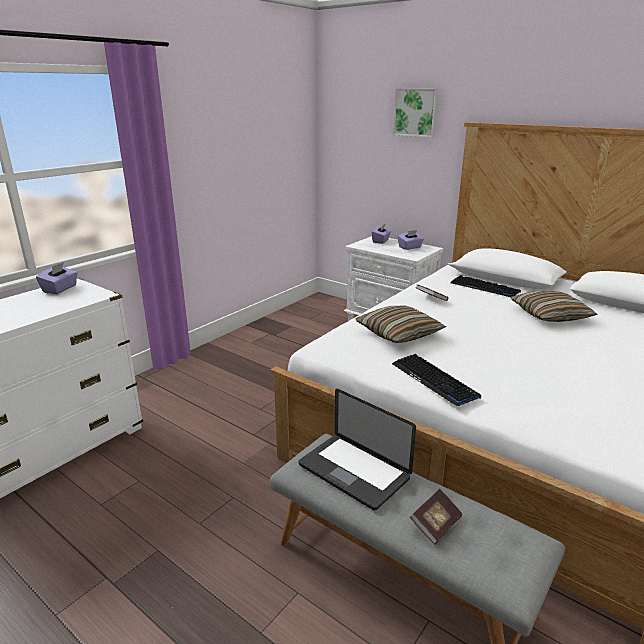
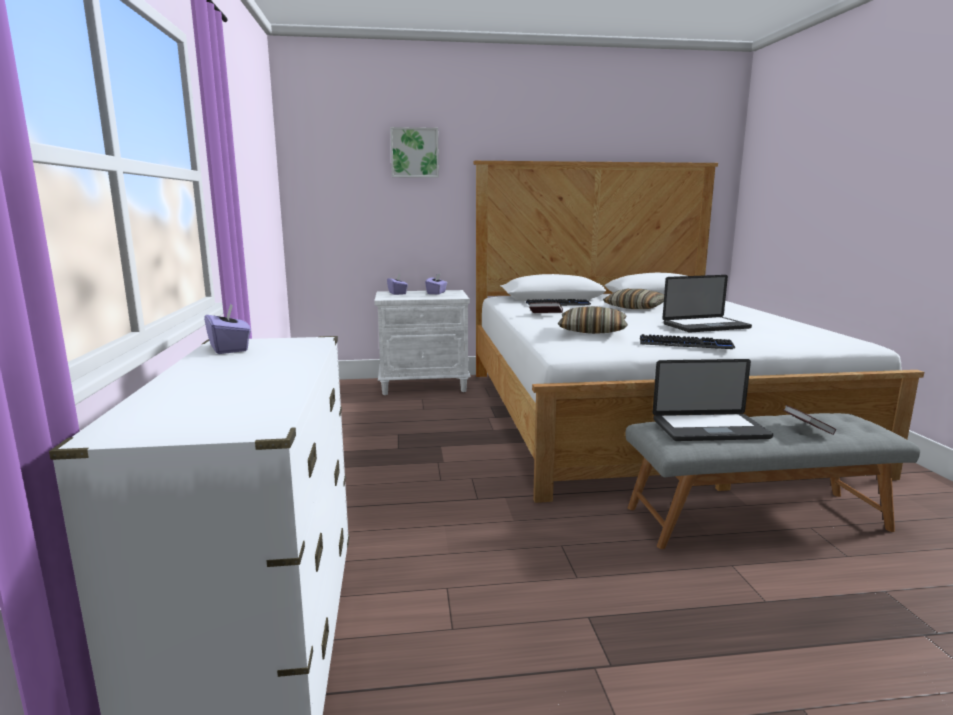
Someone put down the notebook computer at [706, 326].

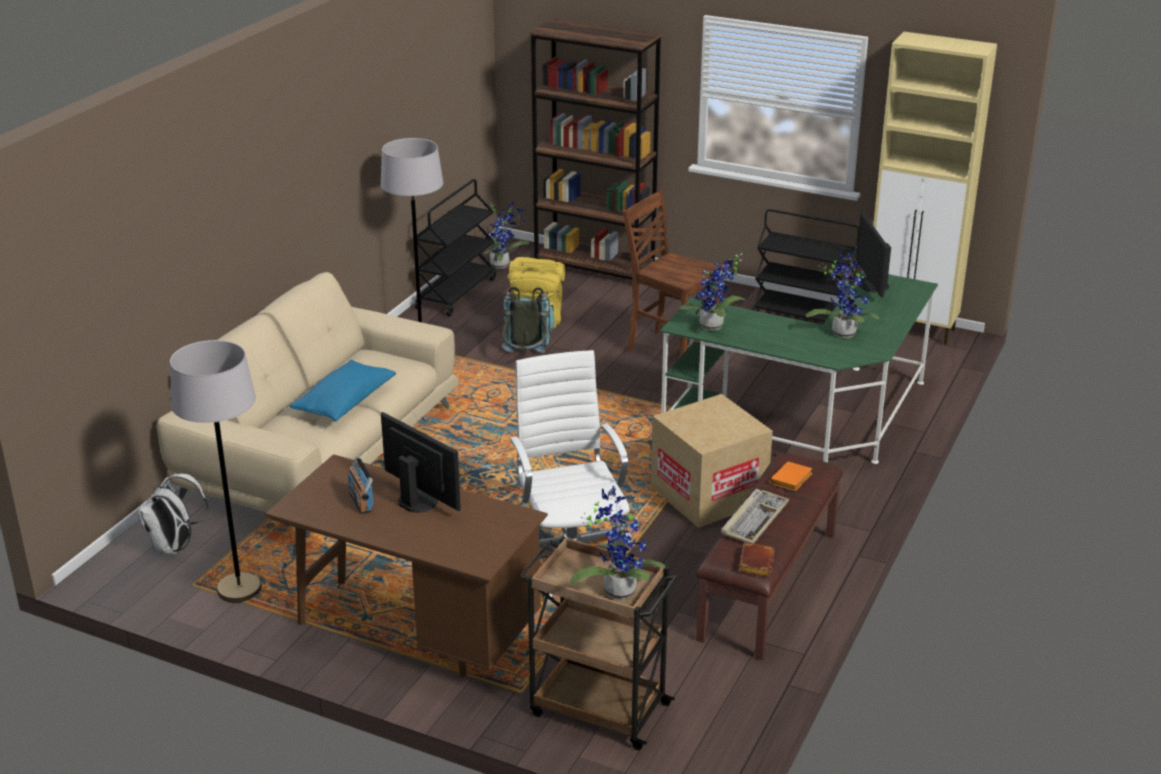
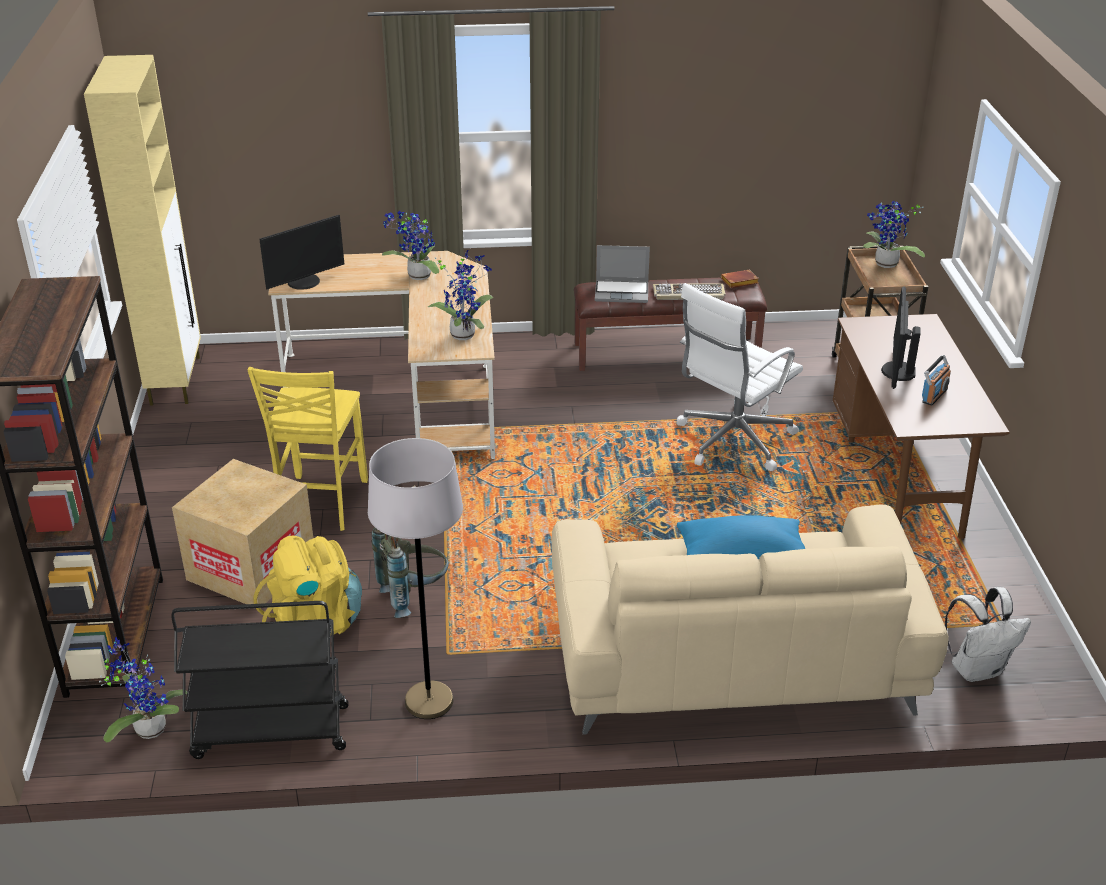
Someone carried the carton from [708, 494] to [251, 568]. Someone repainted the brown chair at [669, 350], which became the yellow-coloured chair at [320, 504]. Someone repainted the green desk table at [810, 423], which became the beige-coloured desk table at [410, 390]. Someone swapped the orange-coloured volume at [791, 481] for the notebook computer at [622, 292]. Someone took away the gray standard lamp at [239, 589]. Someone took away the blackish wheeled cart at [804, 318].

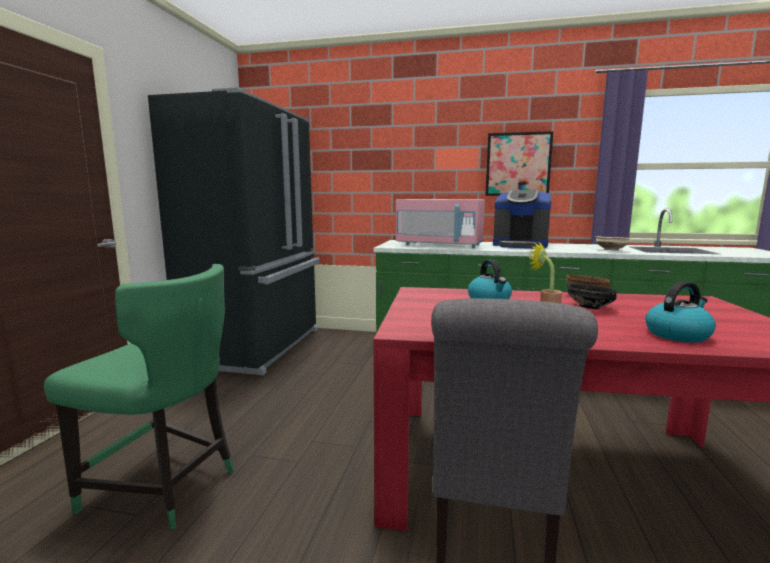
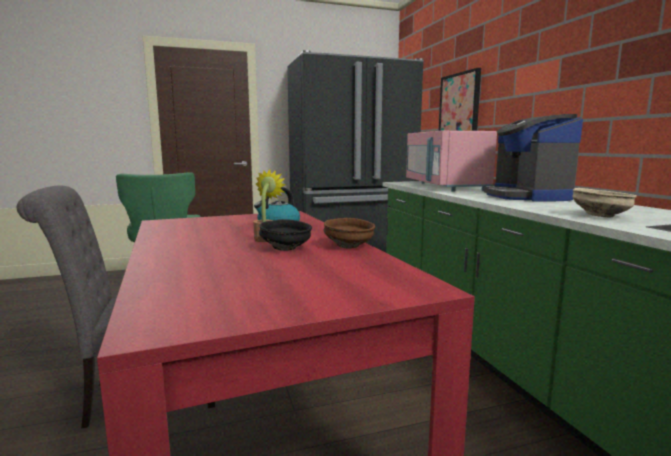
Someone carried the wall picture from [518, 164] to [459, 105]. Someone took away the tea kettle at [677, 334].

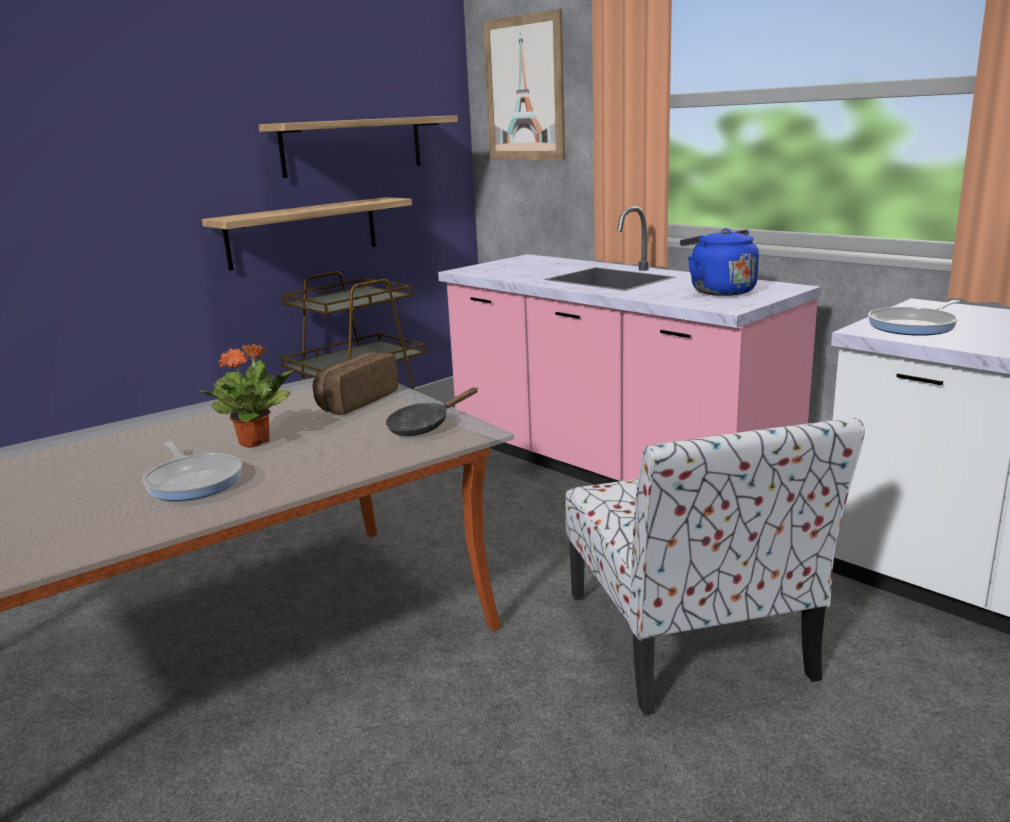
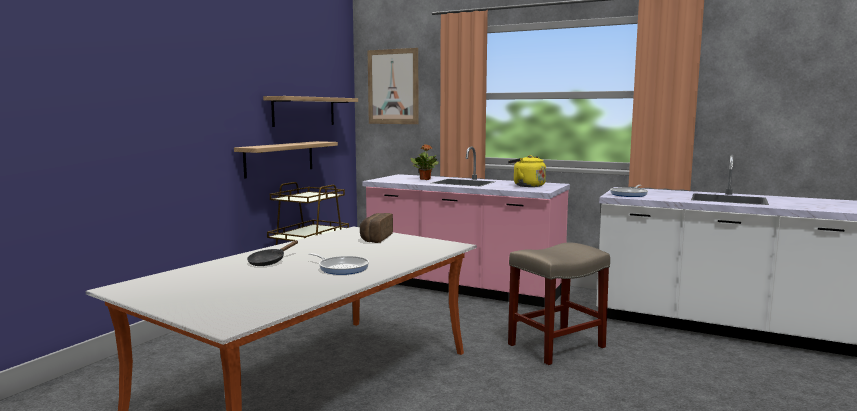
Someone carried the blackish pan from [424, 426] to [269, 262]. Someone carried the plant in a pot from [255, 441] to [425, 179]. Someone repainted the blue-coloured tea kettle at [719, 291], which became the yellow-coloured tea kettle at [527, 186]. Someone swapped the chair at [689, 638] for the beige-coloured stool seat at [555, 346].

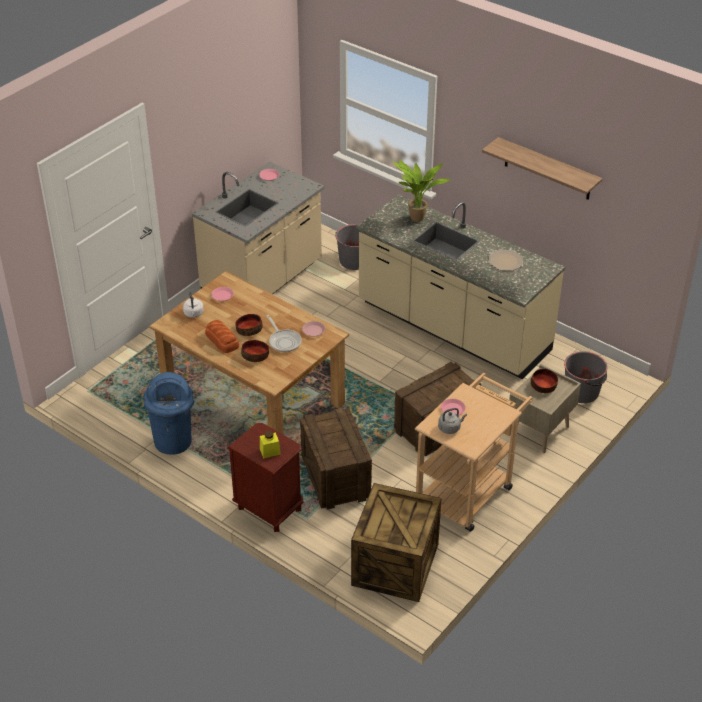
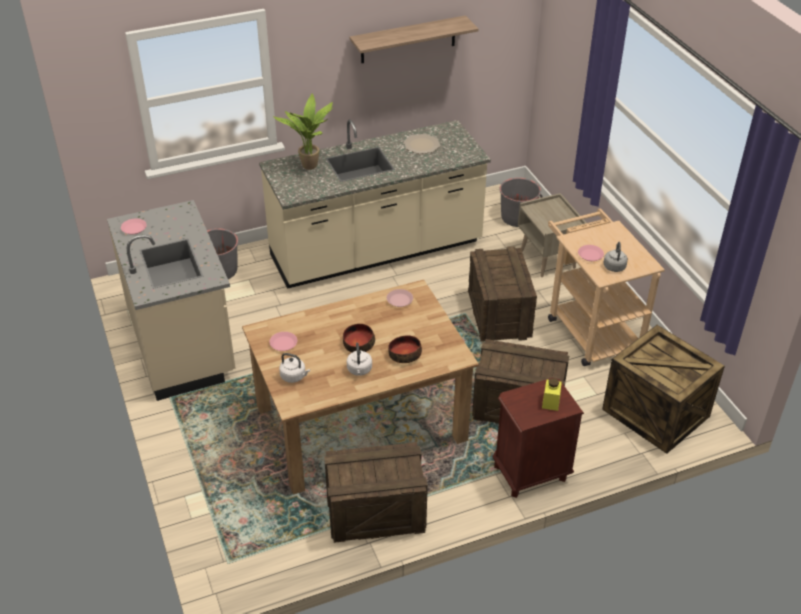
Someone swapped the blue-coloured rubbish bin at [174, 441] for the shipping crate at [376, 513]. Someone swapped the baked bread at [222, 340] for the whitish tea kettle at [359, 370]. Someone took away the pan at [284, 341]. Someone took away the deep dish at [543, 386].

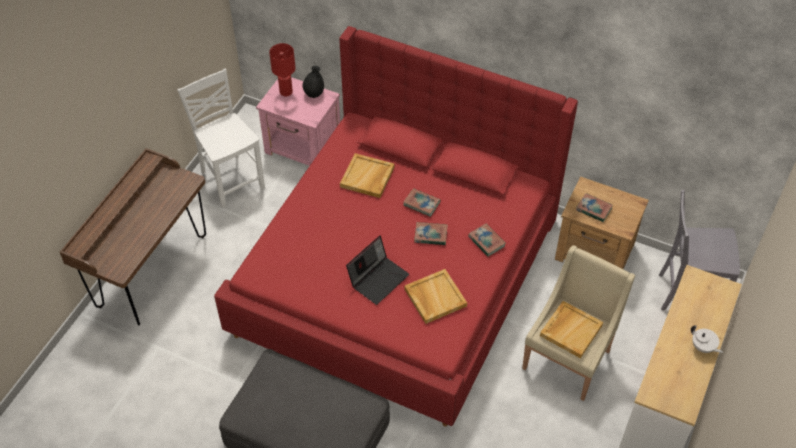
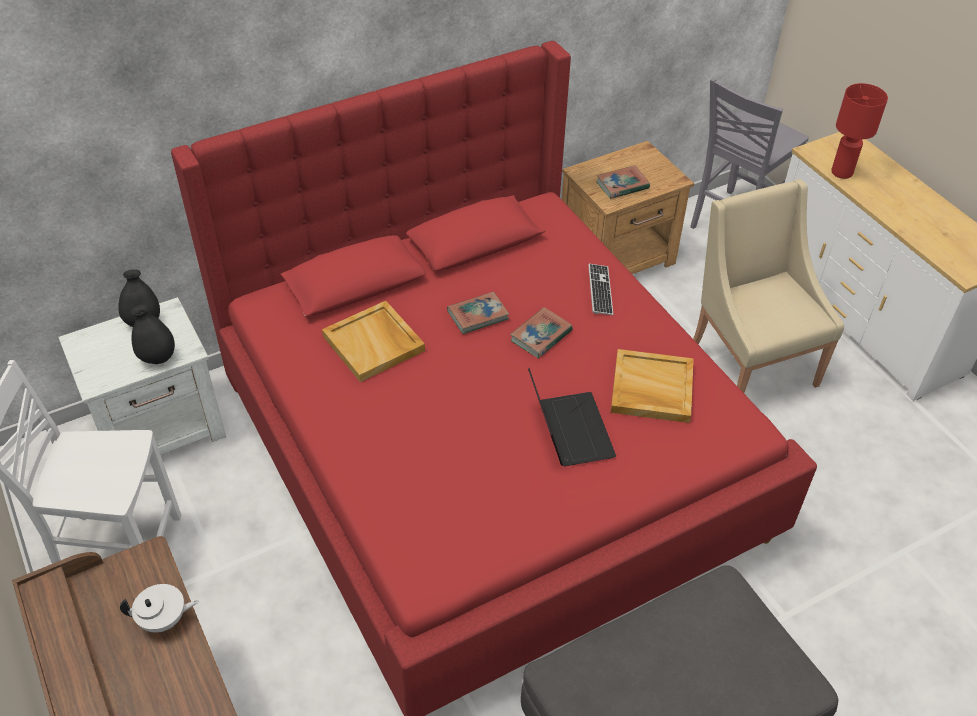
Someone repainted the pink-coloured bedside table at [303, 147], which became the whitish bedside table at [161, 427]. Someone carried the whitish pot for tea from [703, 347] to [164, 620]. Someone put down the blackish flower vase at [157, 357]. Someone swapped the volume at [486, 241] for the computer keyboard at [600, 290]. Someone carried the red table lamp from [286, 92] to [842, 173]. Someone took away the beige-coloured tray at [570, 330].

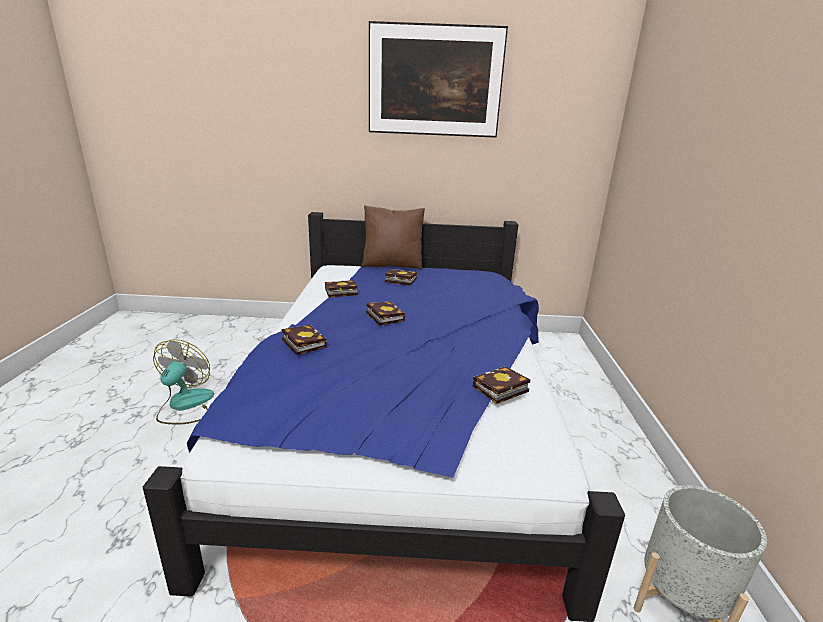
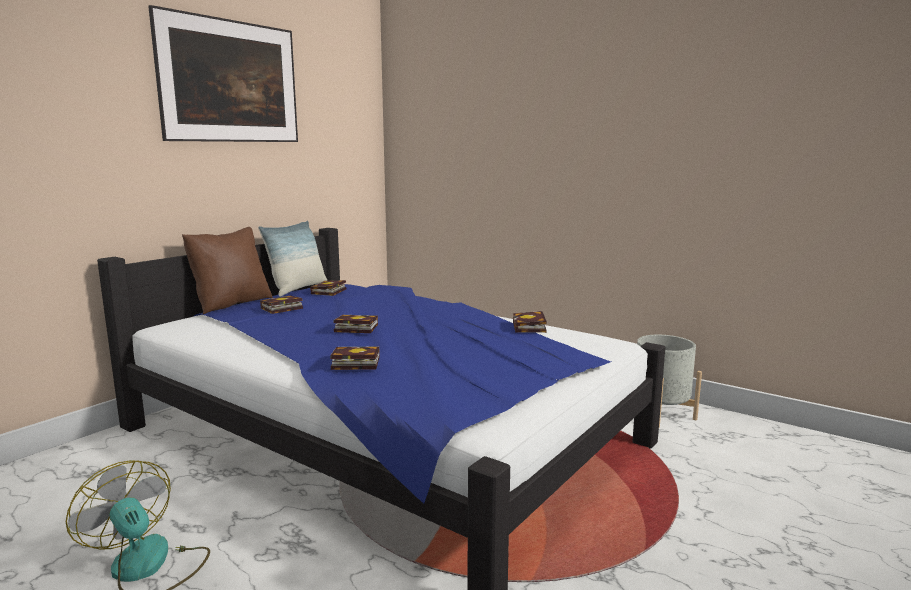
Someone put down the throw pillow at [297, 289]. Someone carried the volume from [339, 292] to [328, 292].

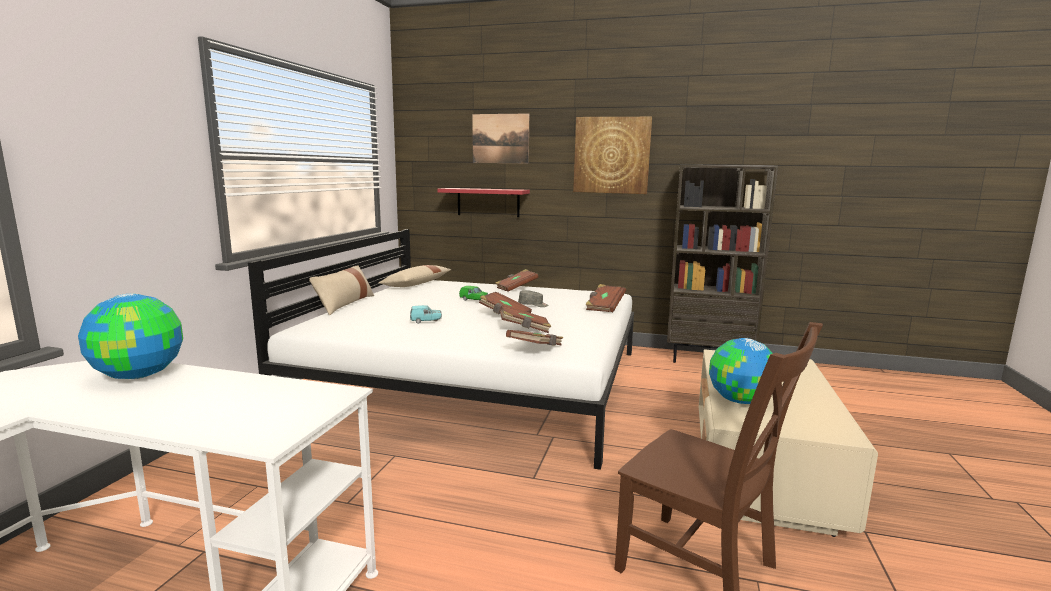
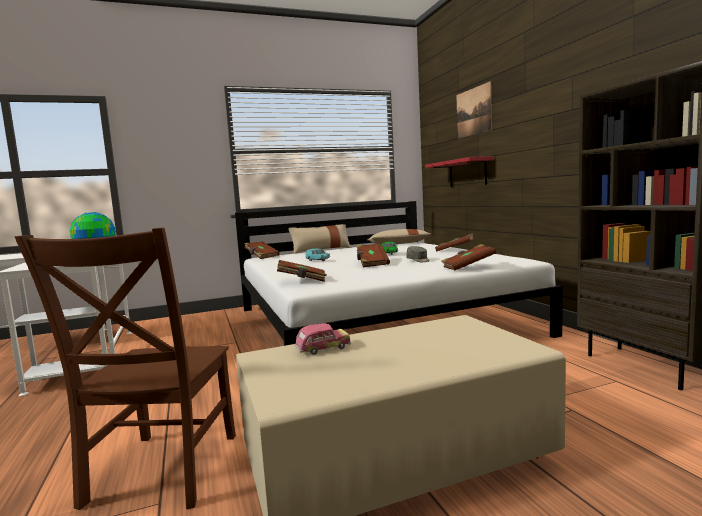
Someone carried the brown volume from [524, 329] to [261, 256]. Someone swapped the world globe at [739, 401] for the model car at [323, 349]. Someone took away the wall picture at [611, 155].

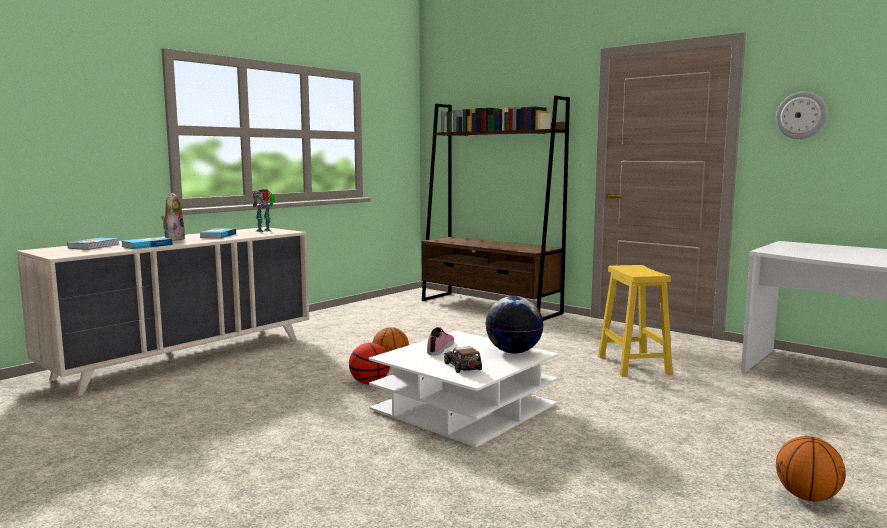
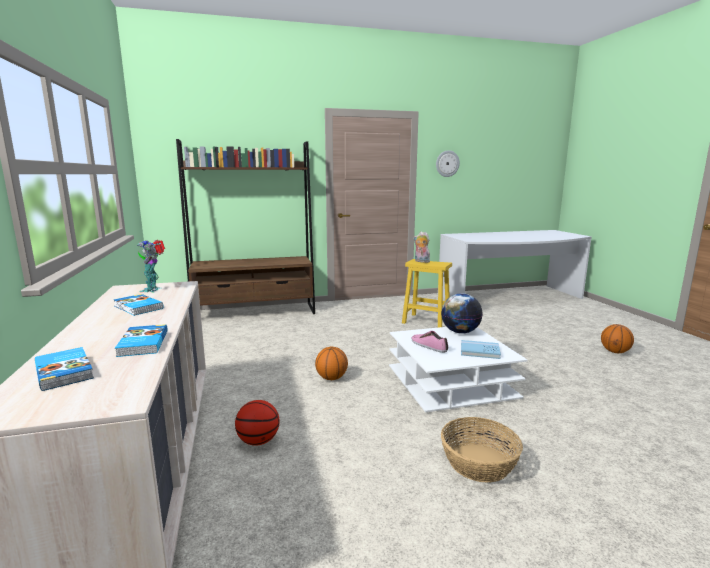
Someone carried the basketball from [369, 383] to [258, 441]. Someone carried the cuddly toy from [174, 239] to [421, 261]. Someone put down the household basket at [478, 463]. Someone swapped the model car at [462, 367] for the blue-coloured volume at [479, 351].

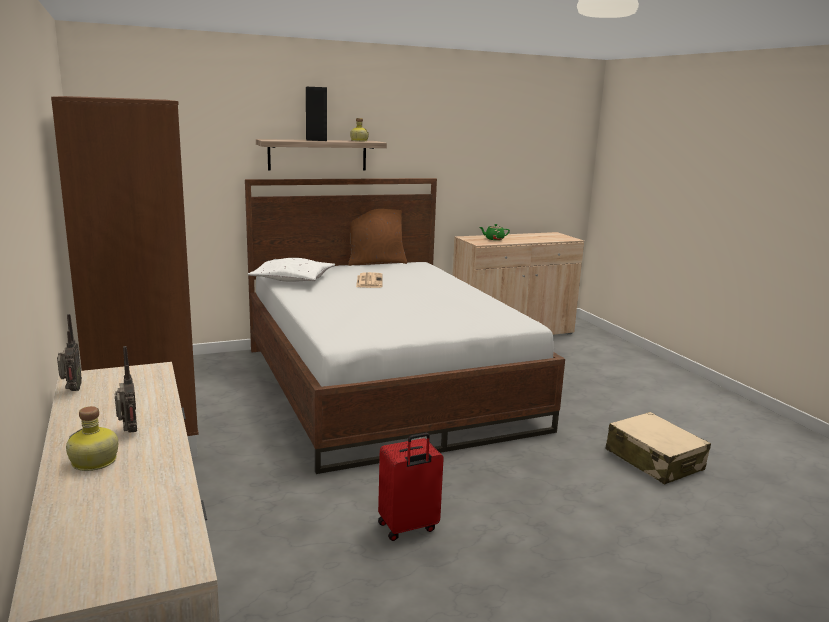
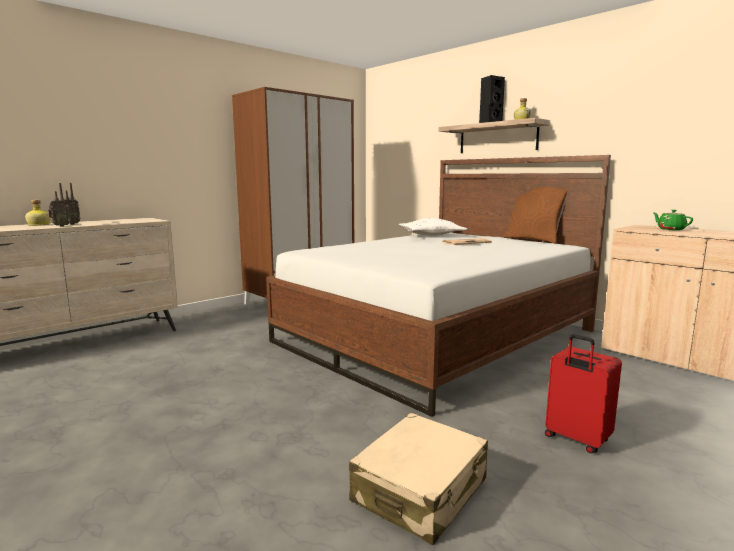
Someone carried the radio from [71, 390] to [60, 226]. Someone carried the red piece of luggage from [408, 527] to [576, 440].

